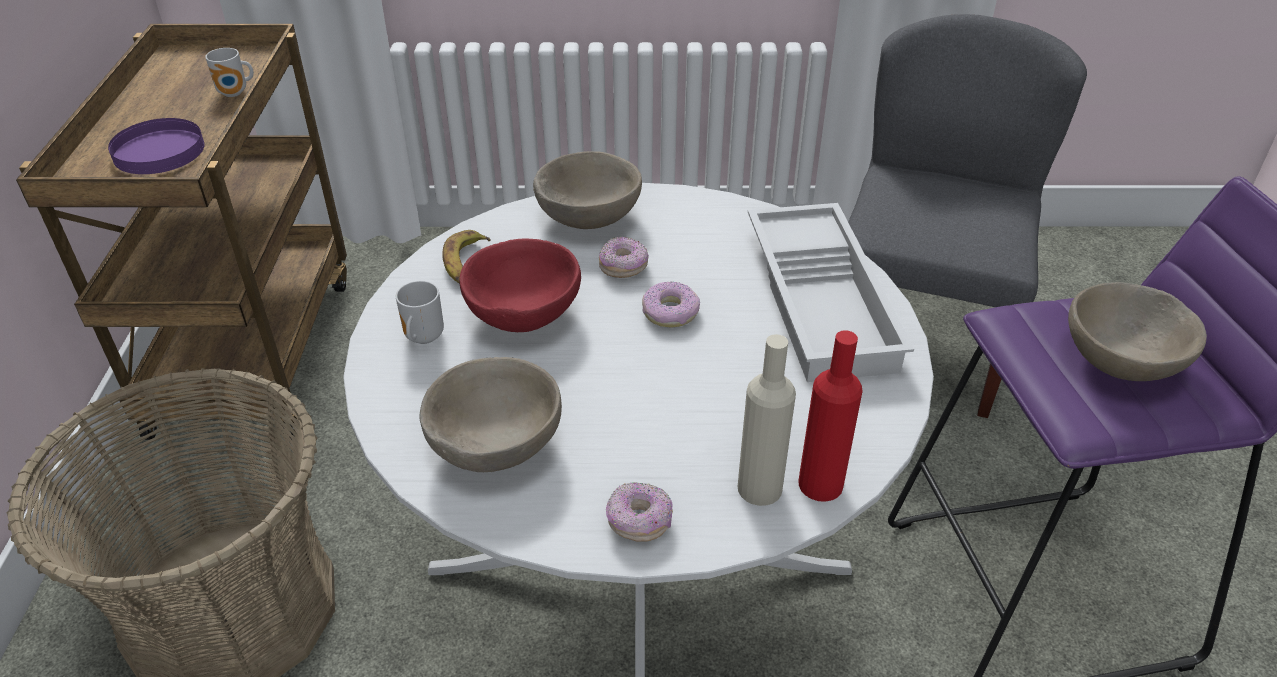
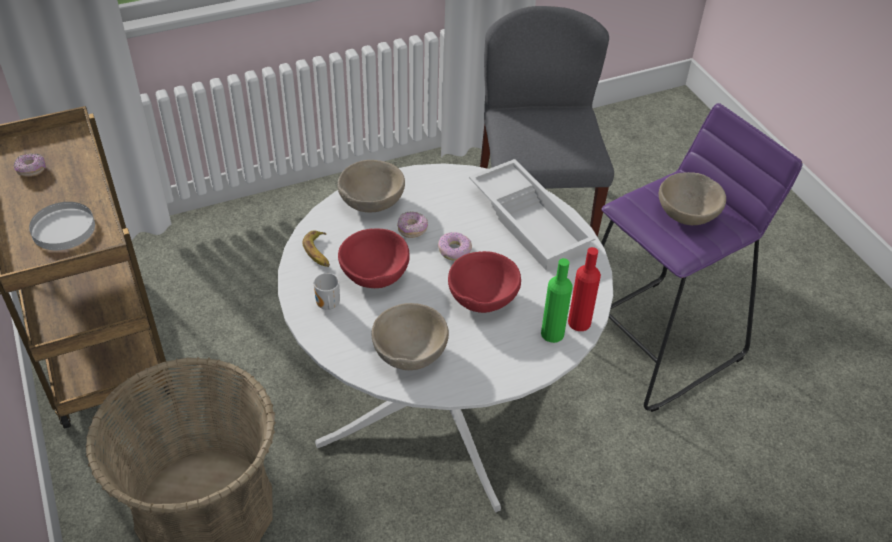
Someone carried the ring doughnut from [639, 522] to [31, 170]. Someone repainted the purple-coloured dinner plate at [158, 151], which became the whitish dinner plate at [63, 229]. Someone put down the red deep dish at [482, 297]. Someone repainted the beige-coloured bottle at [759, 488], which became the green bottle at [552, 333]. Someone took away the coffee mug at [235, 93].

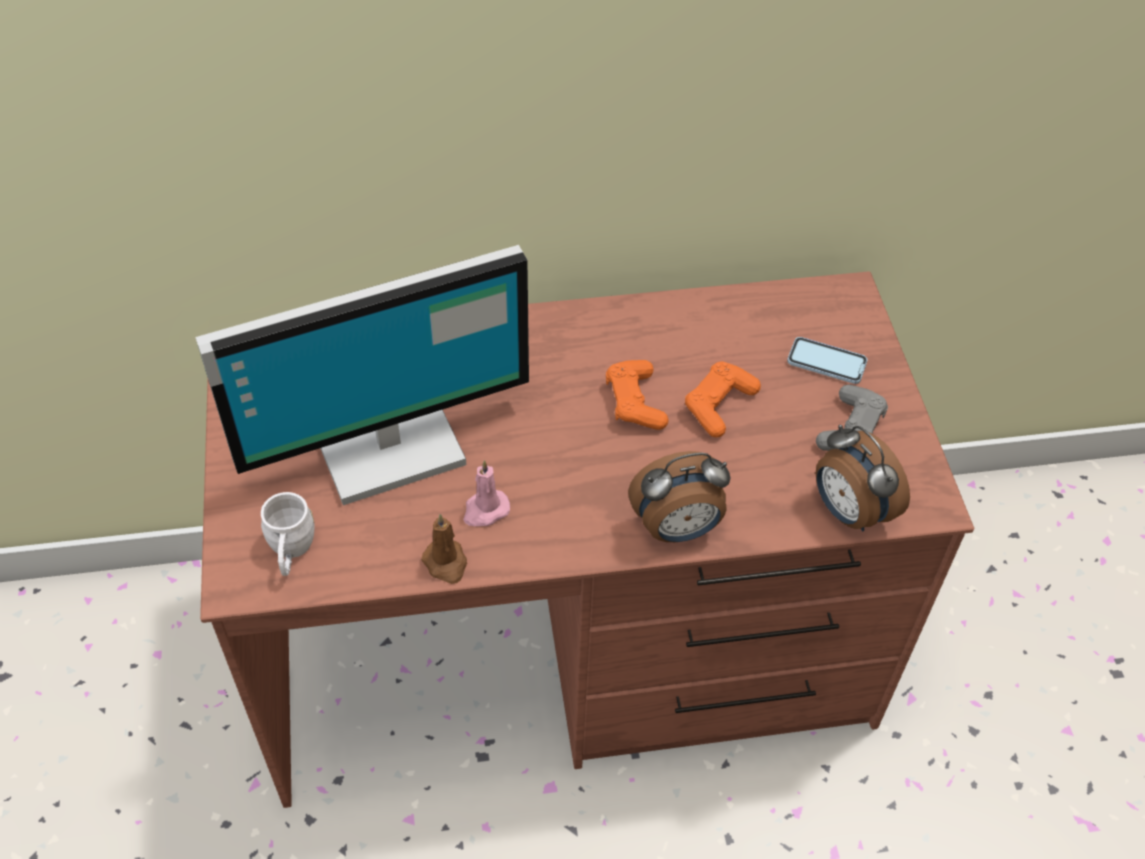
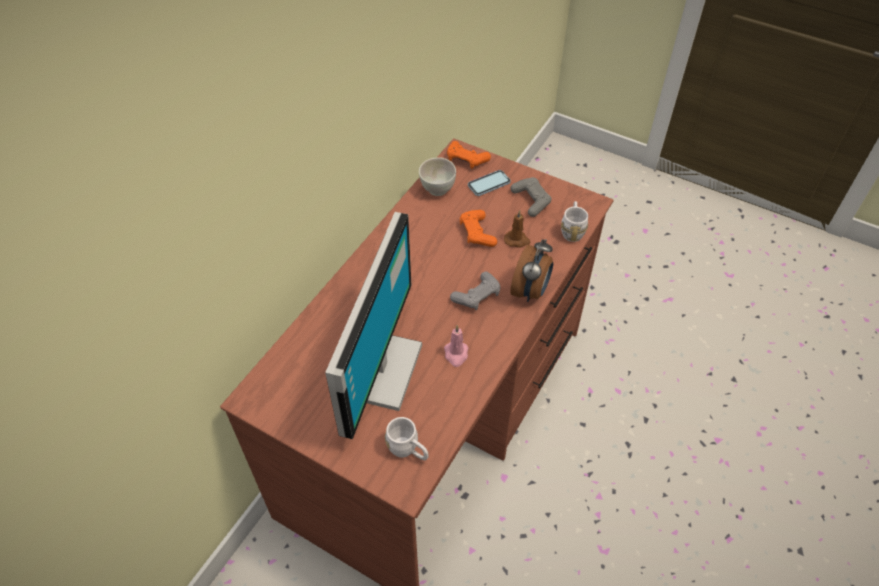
Someone put down the whitish deep dish at [437, 190]. Someone carried the orange-coloured game controller from [635, 402] to [466, 160]. Someone put down the gray game controller at [477, 296]. Someone carried the brown candle from [446, 563] to [517, 240]. Someone swapped the bedside clock at [848, 511] for the whitish coffee mug at [572, 230].

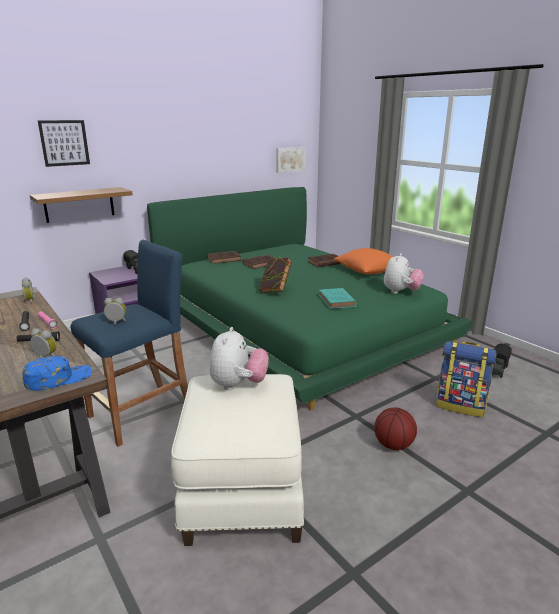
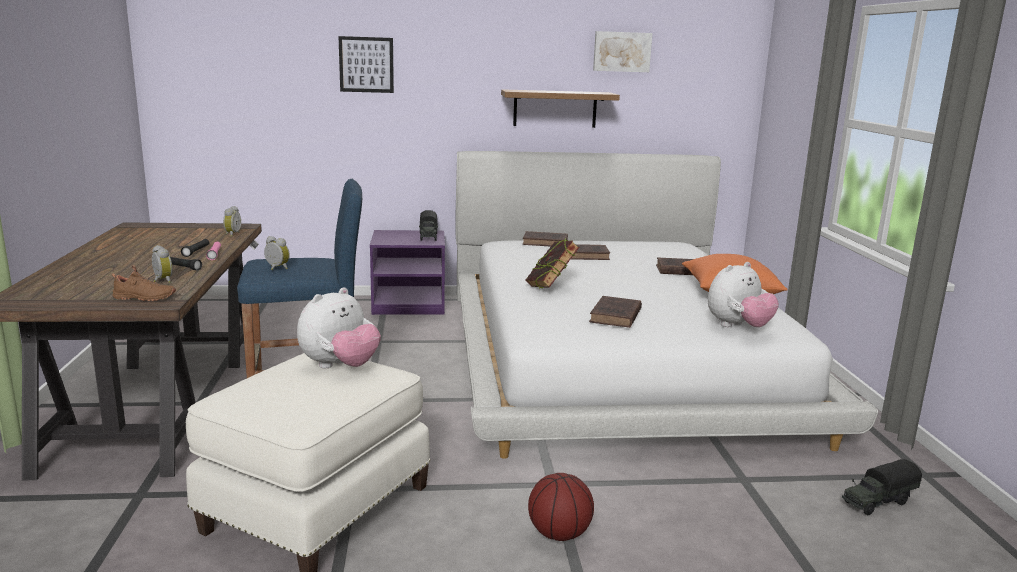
Someone swapped the blue-coloured baseball cap at [58, 378] for the brown low shoe at [144, 298]. Someone repainted the green sleeping bed at [297, 325], which became the whitish sleeping bed at [615, 357]. Someone carried the wall shelf from [79, 204] to [555, 108]. Someone repainted the turquoise-coloured volume at [337, 301], which became the brown volume at [615, 316]. Someone carried the wall picture from [290, 159] to [621, 51]. Someone took away the backpack at [461, 405].

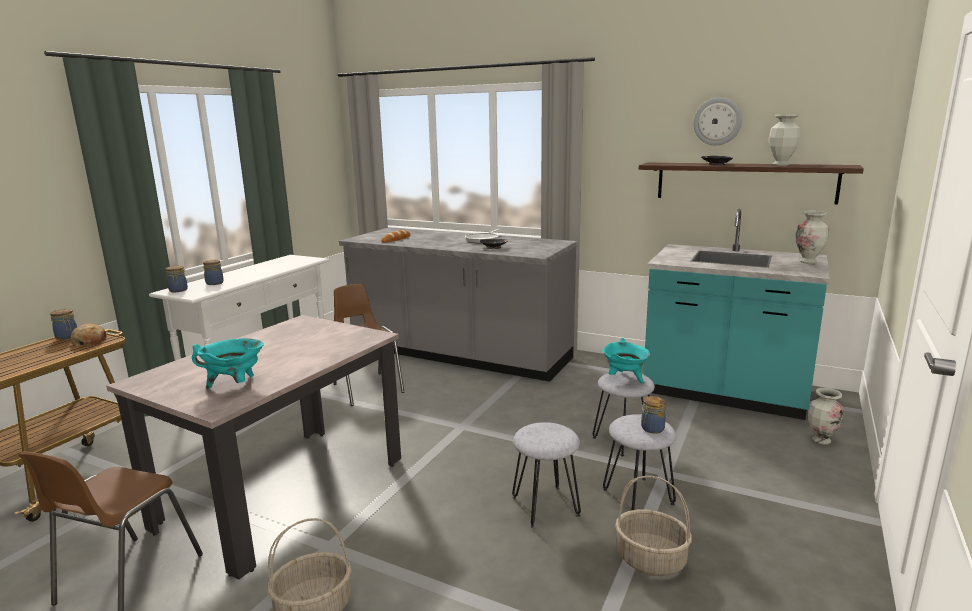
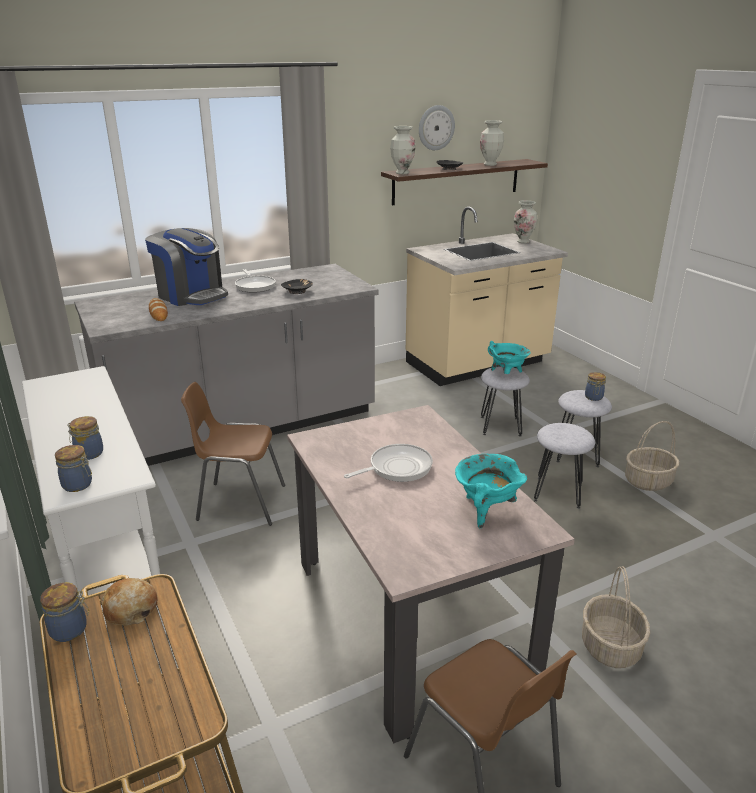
Someone put down the coffee brewer at [191, 295]. Someone put down the pan at [397, 468]. Someone carried the flower vase from [821, 440] to [402, 173]. Someone repainted the turquoise-coloured kitchen base unit at [724, 393], which became the beige-coloured kitchen base unit at [478, 364].

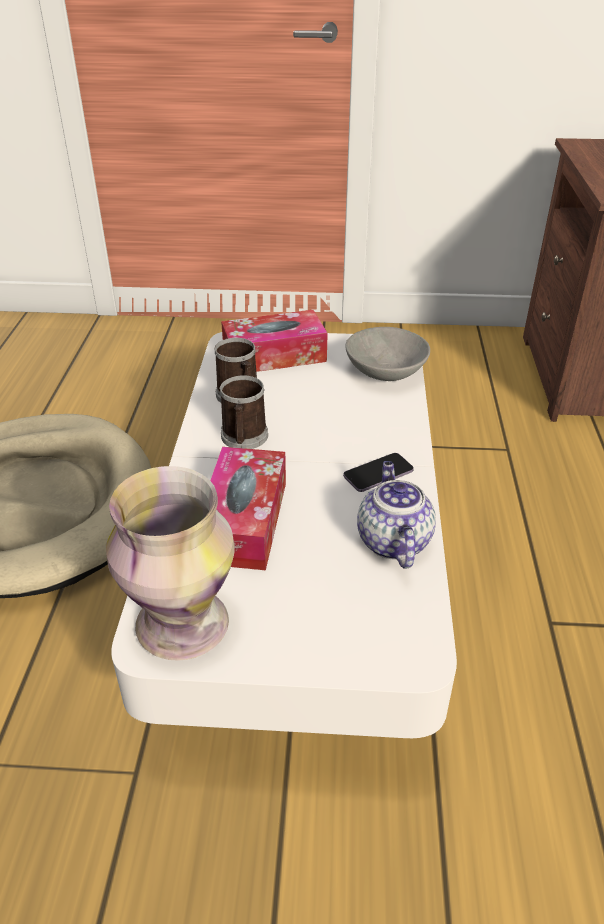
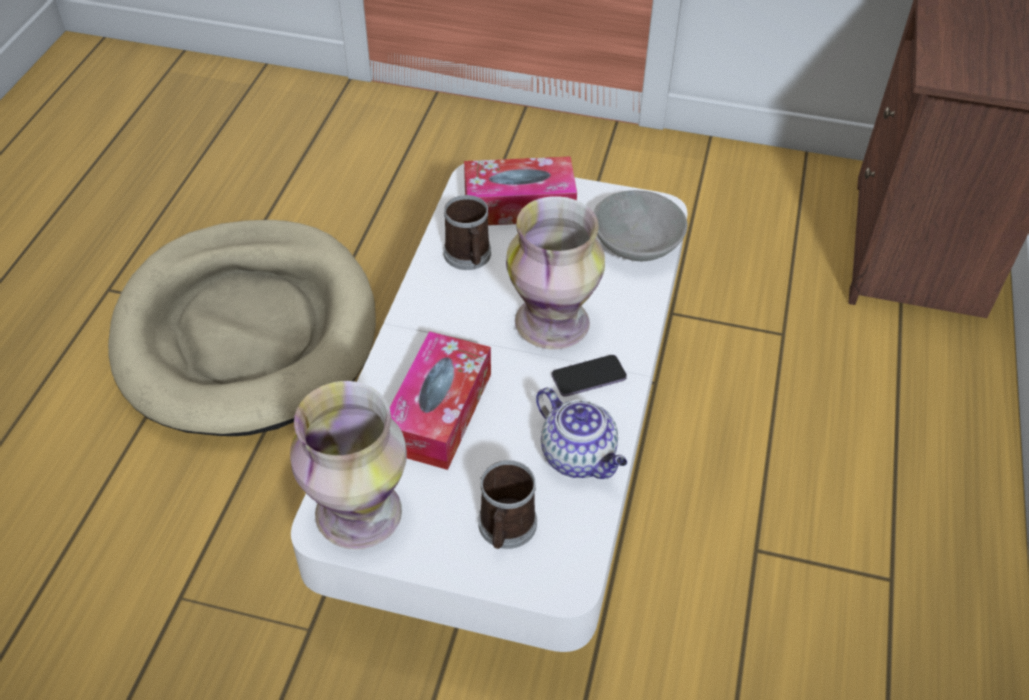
Someone carried the coffee mug from [244, 439] to [505, 529]. Someone put down the flower vase at [554, 323]. Someone rotated the pot for tea at [392, 540] by 135 degrees clockwise.

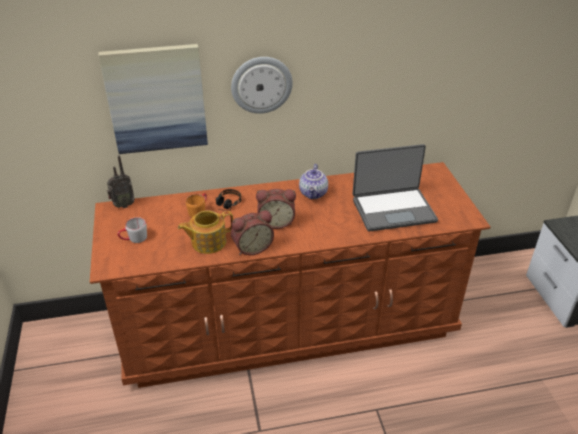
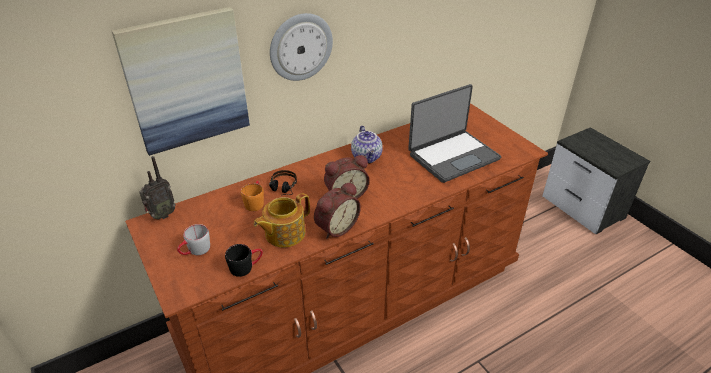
Someone put down the blackish coffee mug at [246, 266].

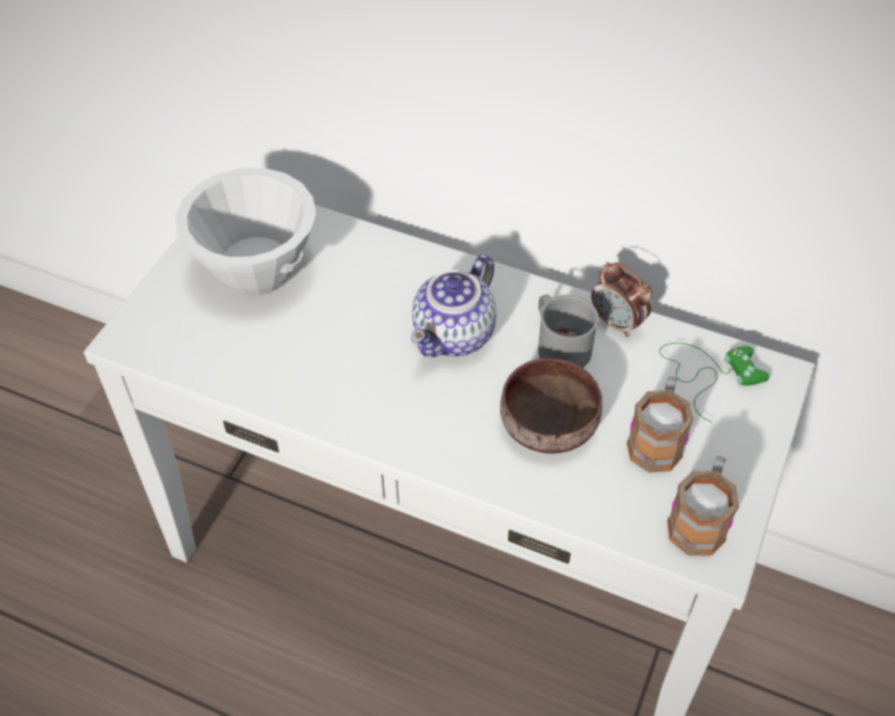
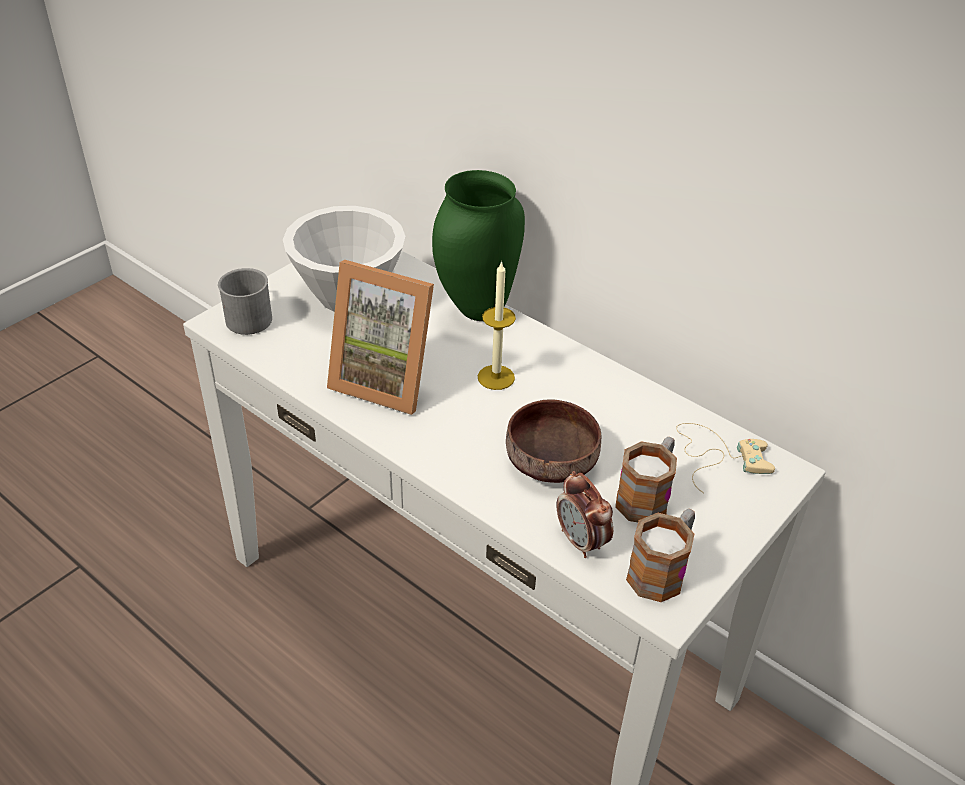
Someone carried the gray coffee mug from [559, 345] to [248, 315]. Someone put down the picture frame at [386, 379]. Someone put down the green flower vase at [477, 311]. Someone swapped the pot for tea at [455, 336] for the candle at [496, 377]. Someone carried the bedside clock from [617, 323] to [581, 542]. Someone repainted the green game controller at [708, 373], which became the beige-coloured game controller at [718, 455].

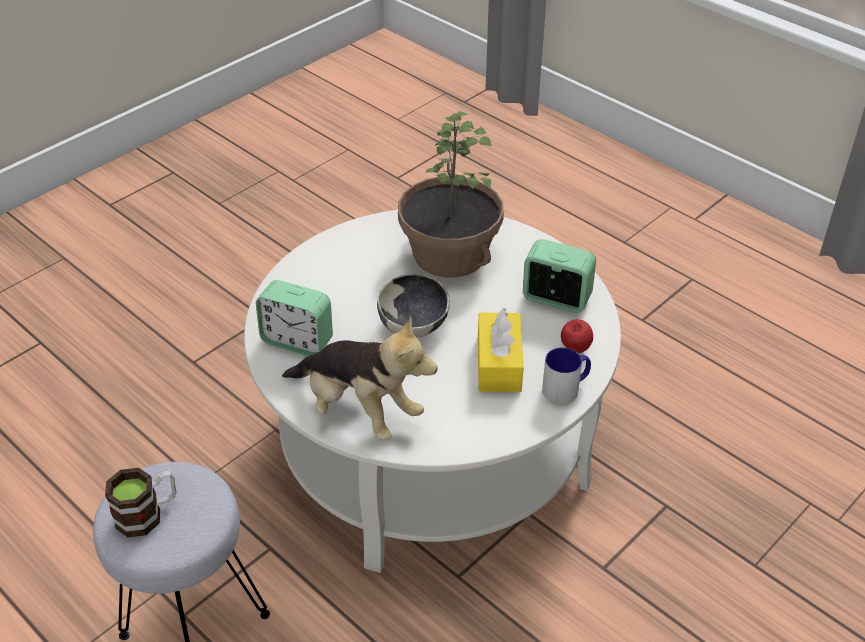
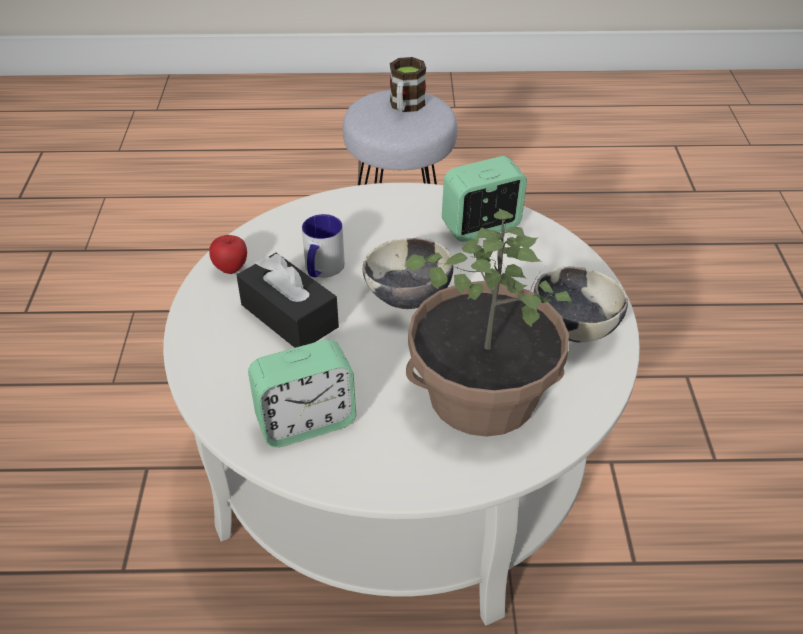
Someone carried the apple from [575, 349] to [231, 269]. Someone repainted the yellow-coloured tissue box at [499, 364], which became the blackish tissue box at [289, 316]. Someone carried the coffee mug from [566, 388] to [322, 270]. Someone put down the deep dish at [573, 328]. Someone took away the cuddly toy at [358, 410].

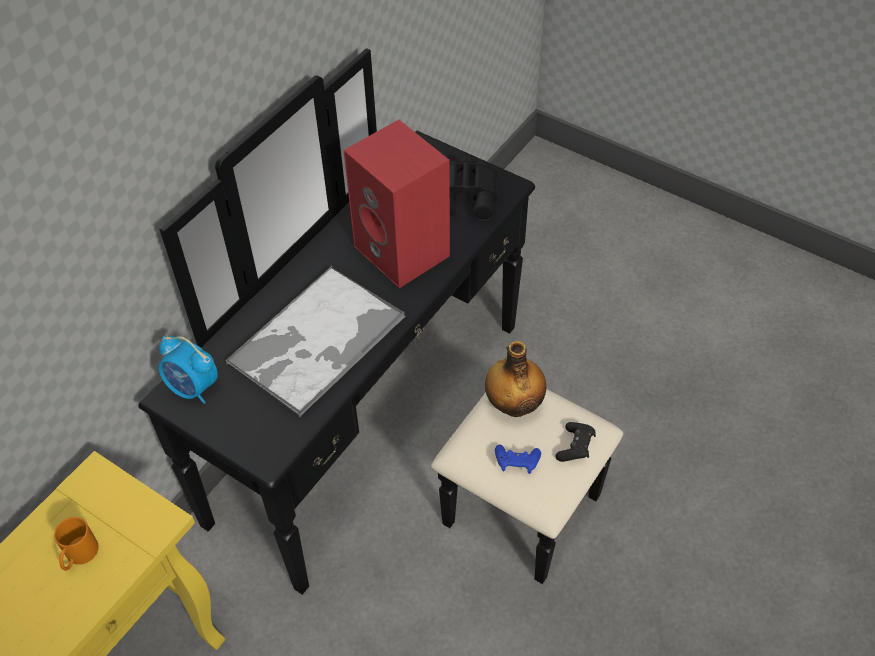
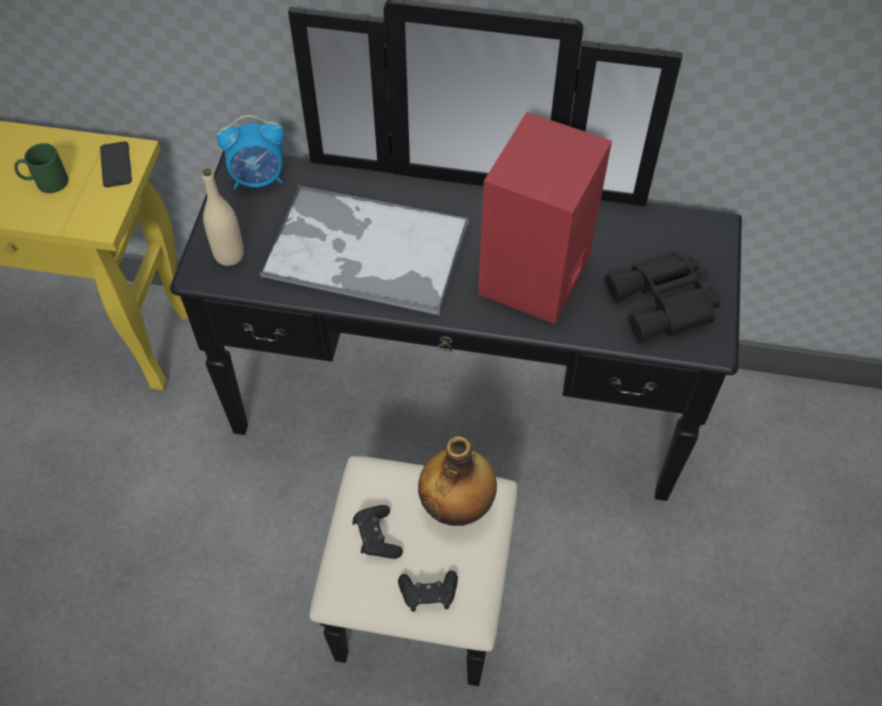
Someone repainted the orange-coloured coffee mug at [79, 556], which became the green coffee mug at [45, 183]. Someone put down the handset at [116, 165]. Someone put down the beige-coloured bottle at [229, 255]. Someone rotated the bedside clock at [193, 388] by 105 degrees counterclockwise. Someone repainted the blue-coloured game controller at [516, 463], which became the blackish game controller at [377, 537].

